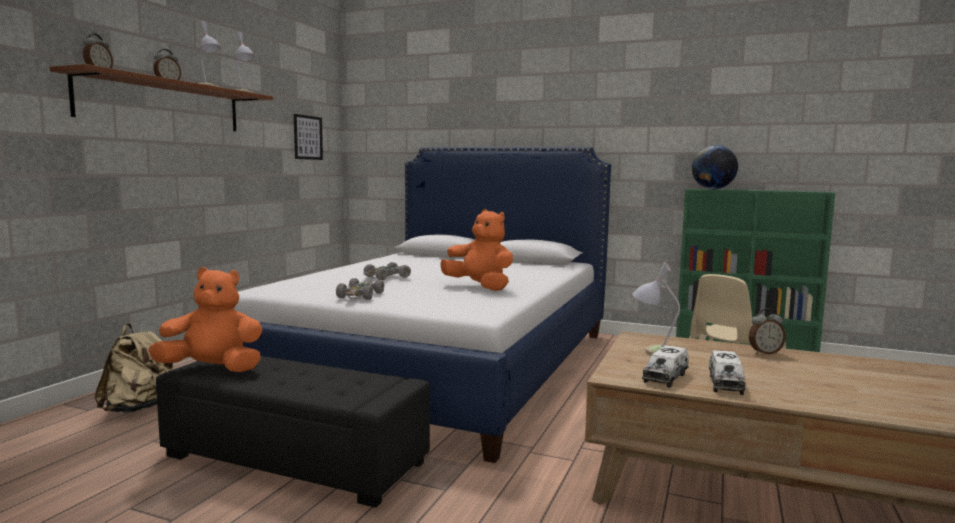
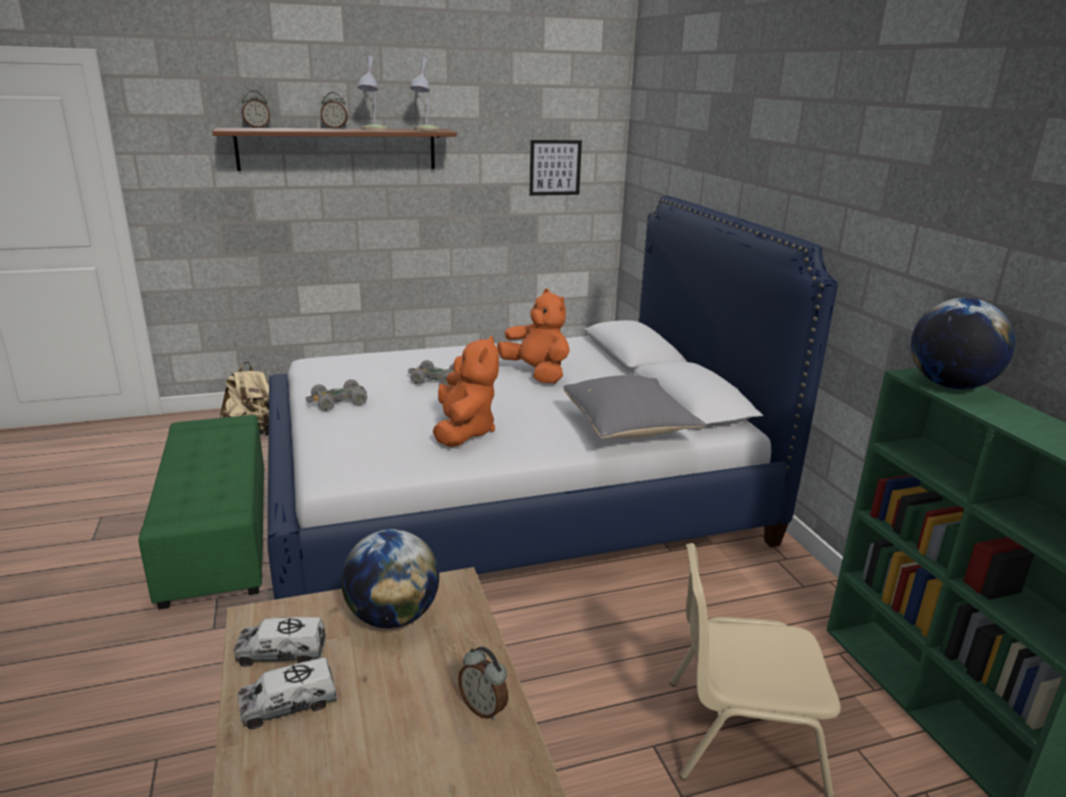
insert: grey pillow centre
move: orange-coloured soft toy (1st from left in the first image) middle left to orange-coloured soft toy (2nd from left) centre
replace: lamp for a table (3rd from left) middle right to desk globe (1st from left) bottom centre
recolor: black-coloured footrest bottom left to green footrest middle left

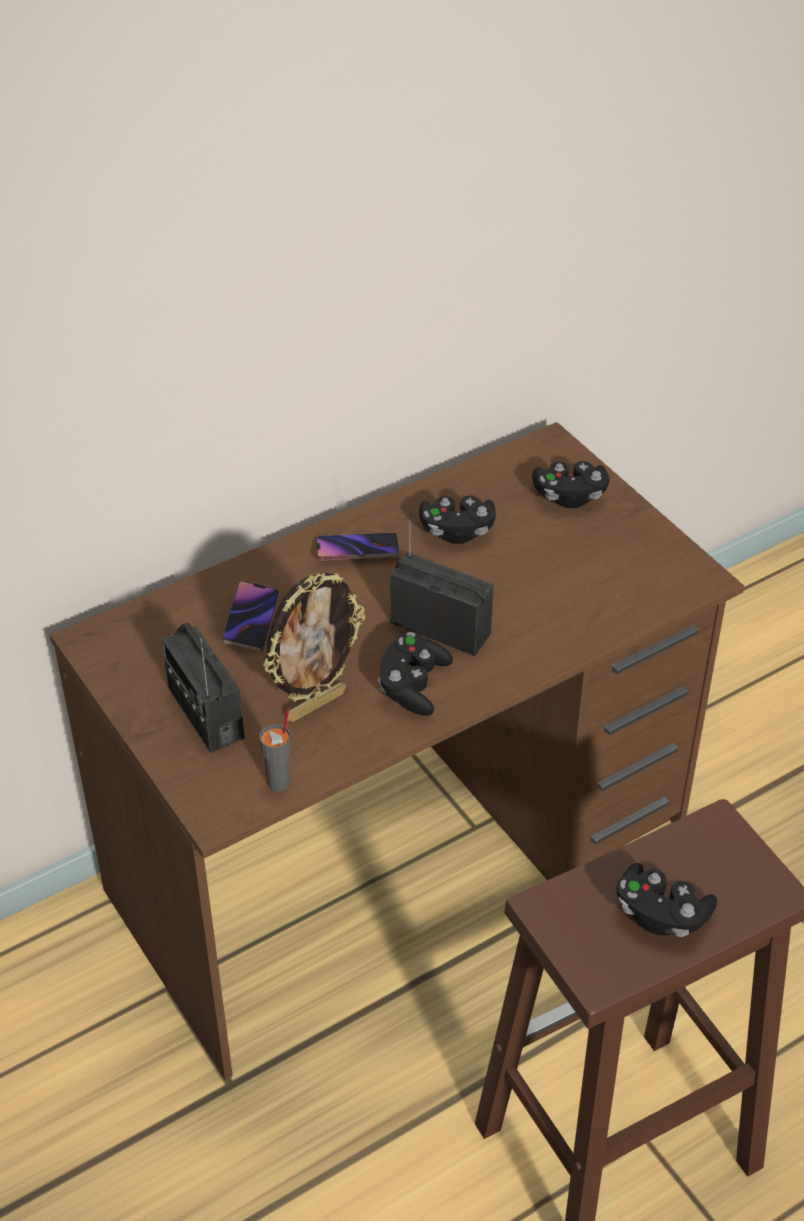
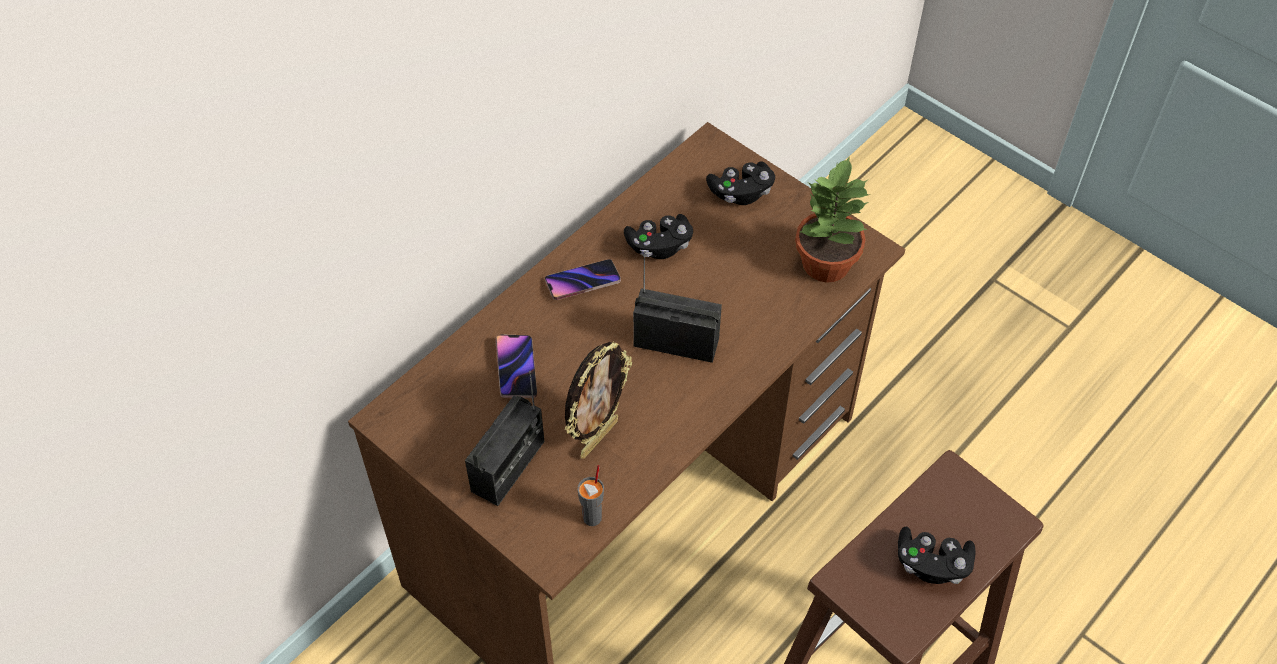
delete: black-coloured gamepad (1st from left) centre
insert: potted plant top centre
rotate: radio (1st from left) middle left = centre 105 degrees counterclockwise

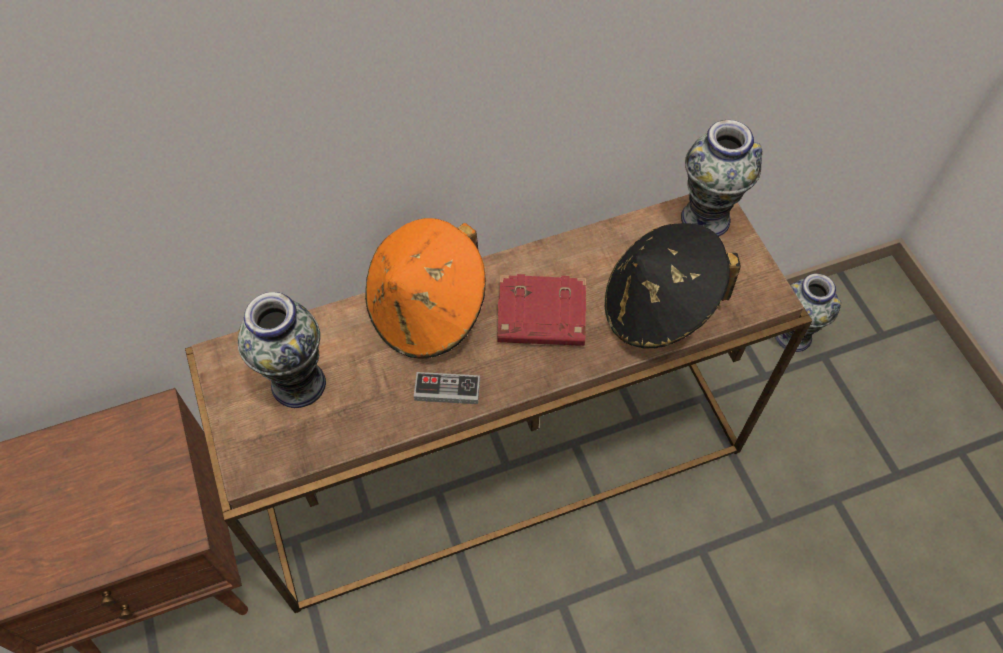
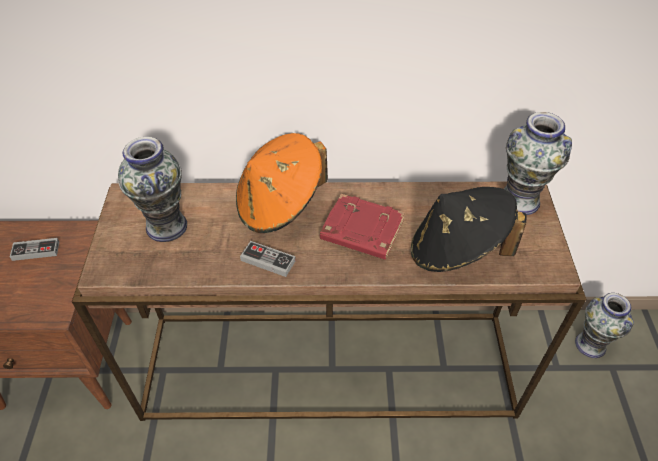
insert: gamepad (1st from left) middle left

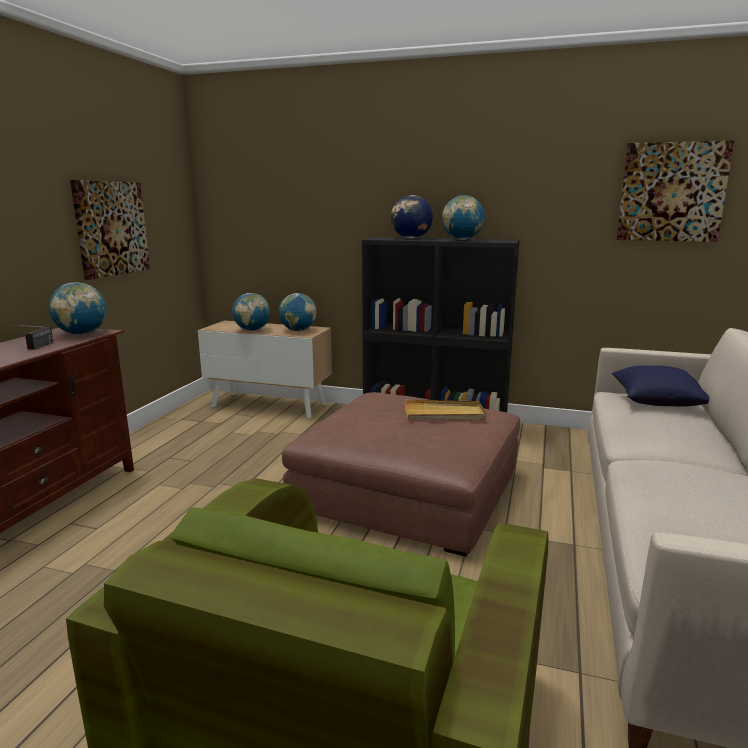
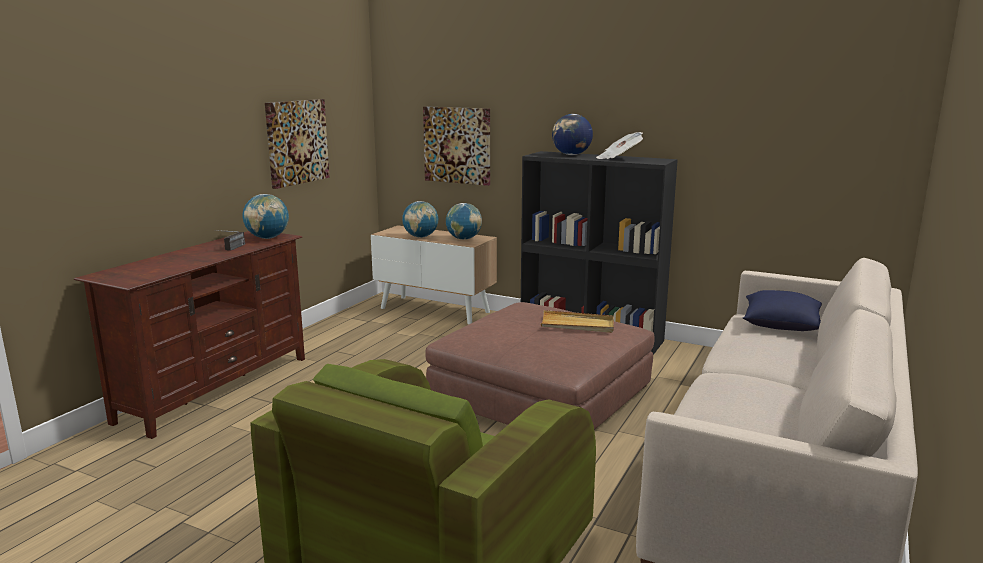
move: wall picture (2nd from left) top right to top centre
replace: desk globe (5th from left) top centre to printed paper top centre

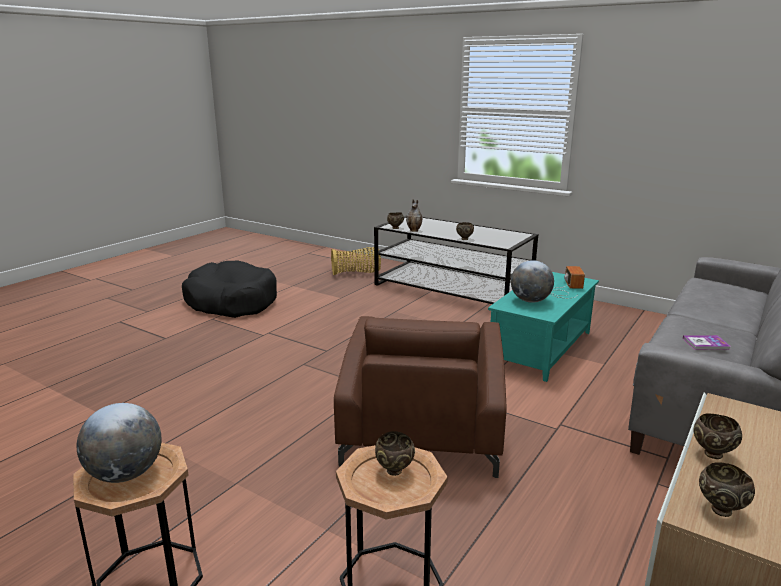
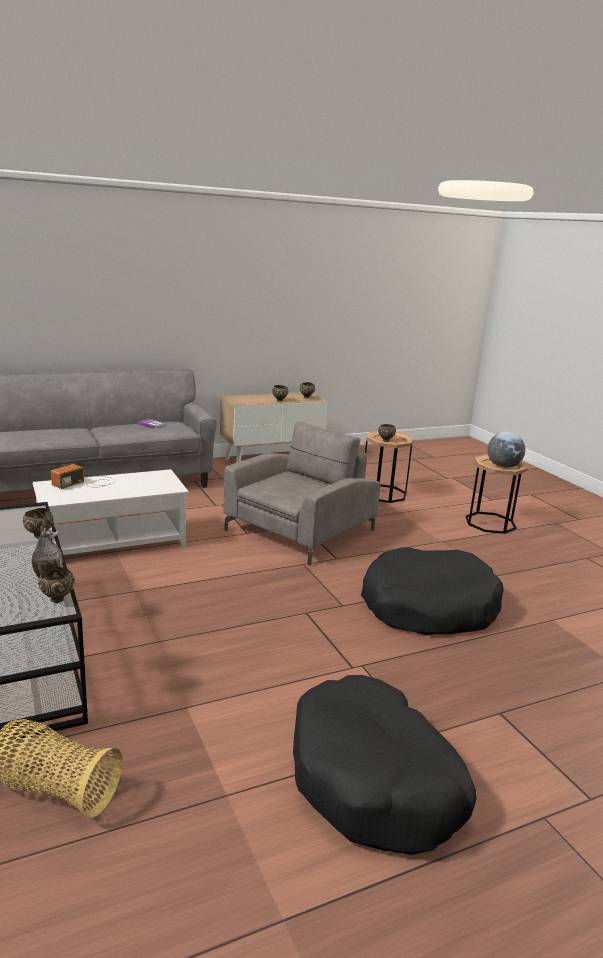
delete: desk globe (2nd from left) middle right
insert: black-coloured dog cushion (2nd from left) middle right
recolor: brown lounge chair bottom centre to grey lounge chair centre; blue-green lounge table middle right to white lounge table middle left

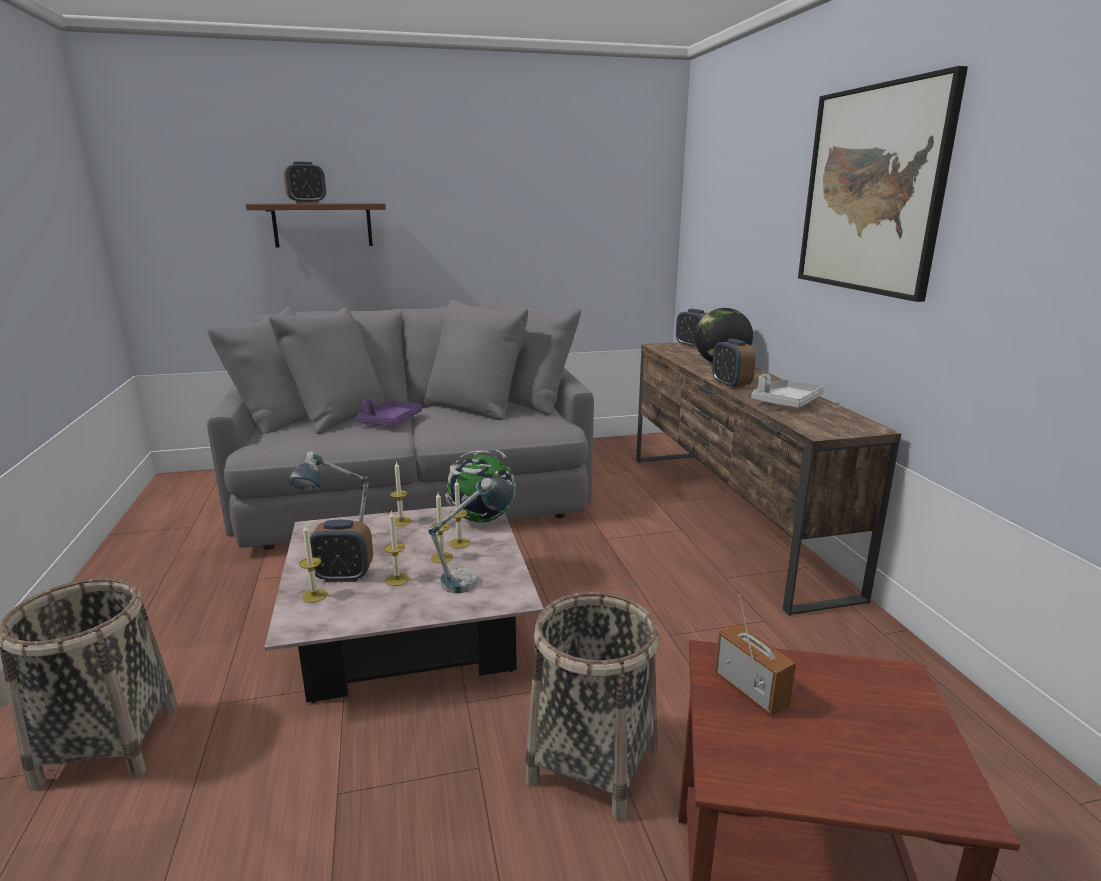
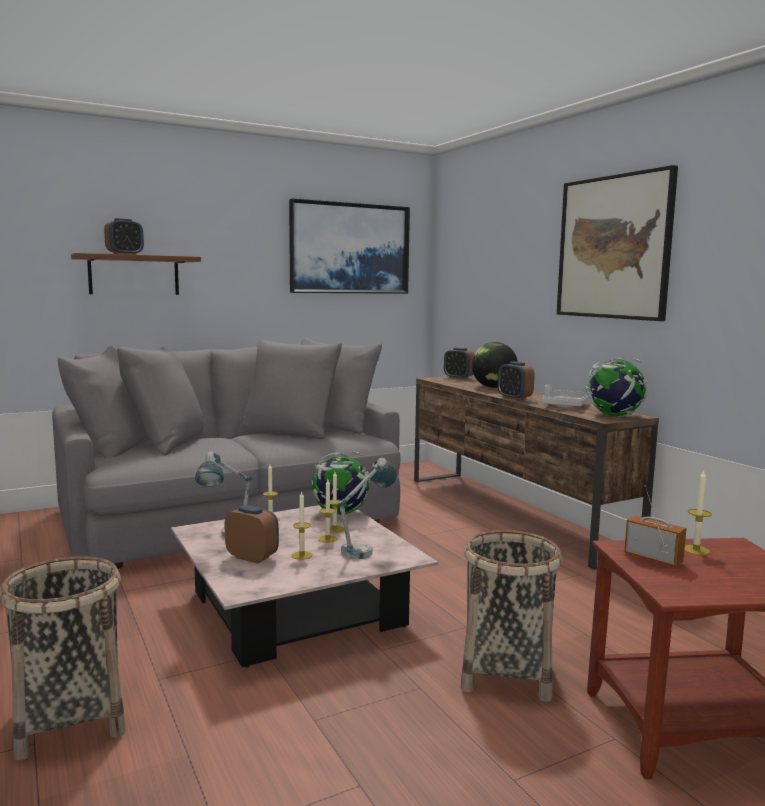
delete: purple-coloured carrying tray centre
insert: wall picture (1st from left) top centre; desk globe (3rd from left) middle right
move: candle (1st from left in the first image) middle left to candle (5th from left) middle right
rotate: alarm clock (2nd from left) middle left = middle left 135 degrees counterclockwise

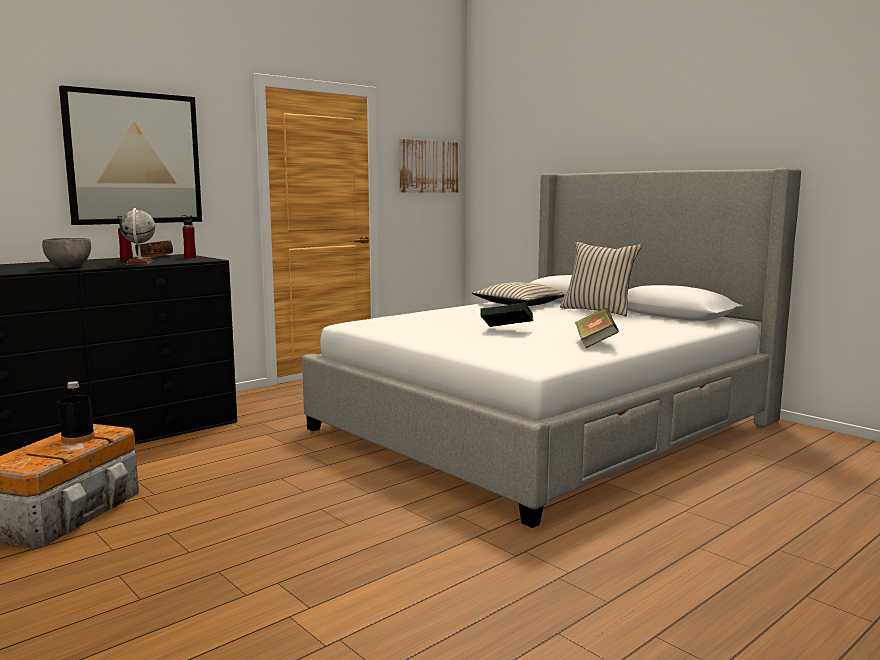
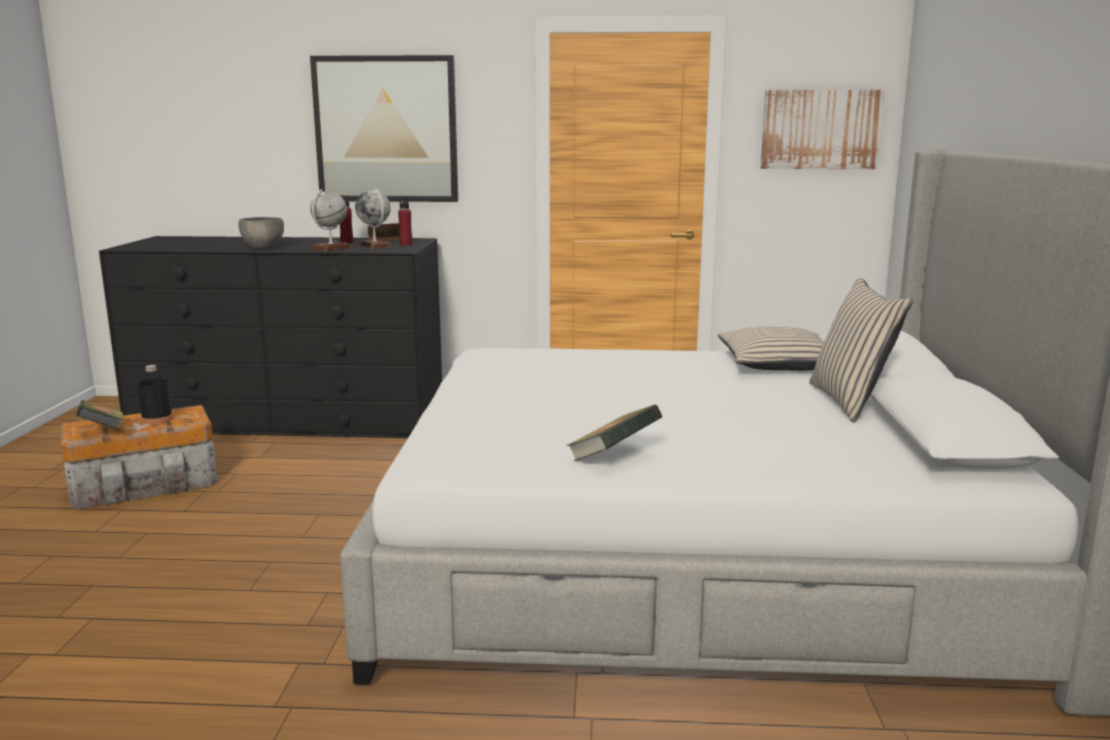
insert: desk globe (2nd from left) top centre
move: volume (1st from left) centre to middle left

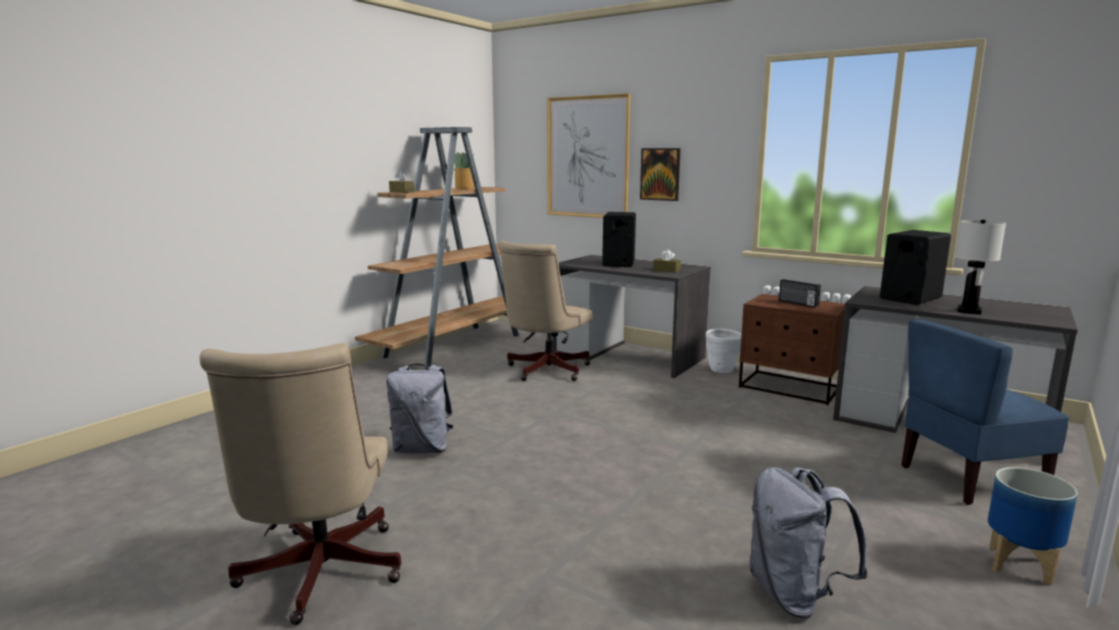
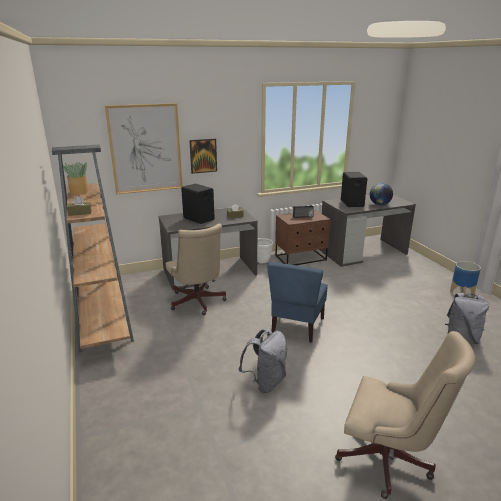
move: bluish chair middle right to centre
replace: white lamp for a table middle right to desk globe middle right

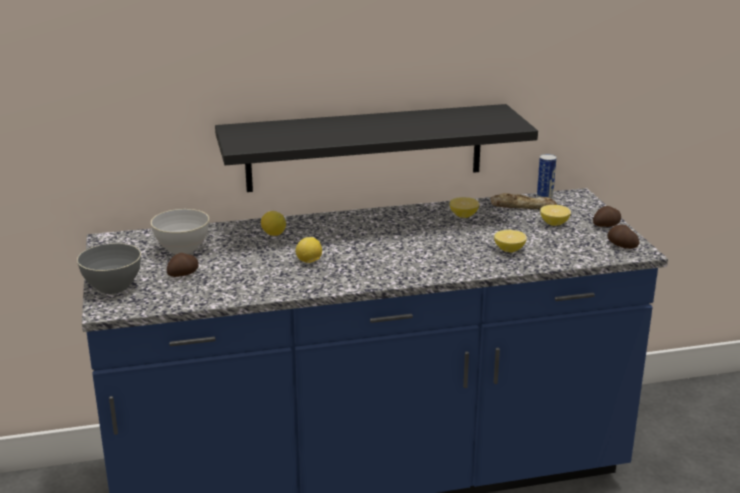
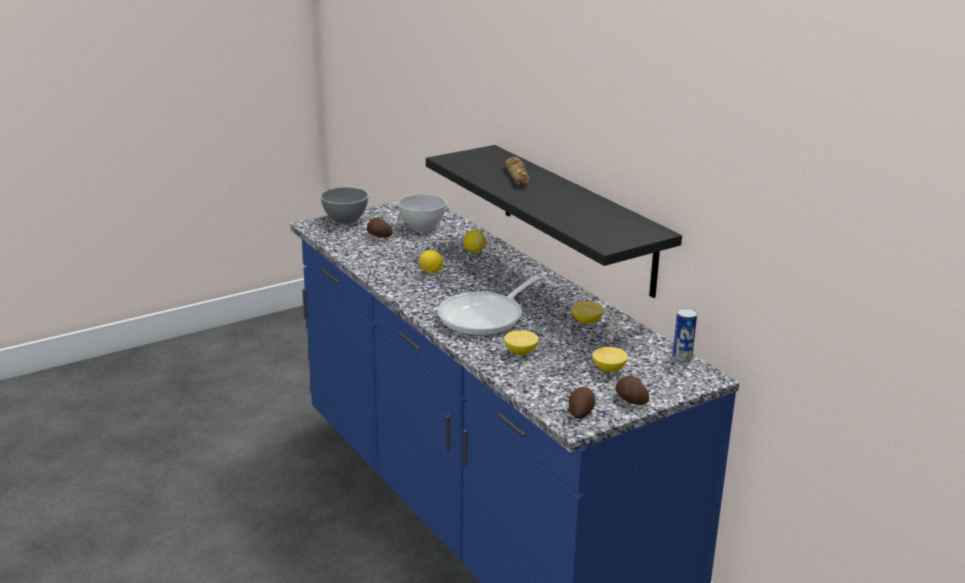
insert: pan centre
move: baked bread middle right to top centre

